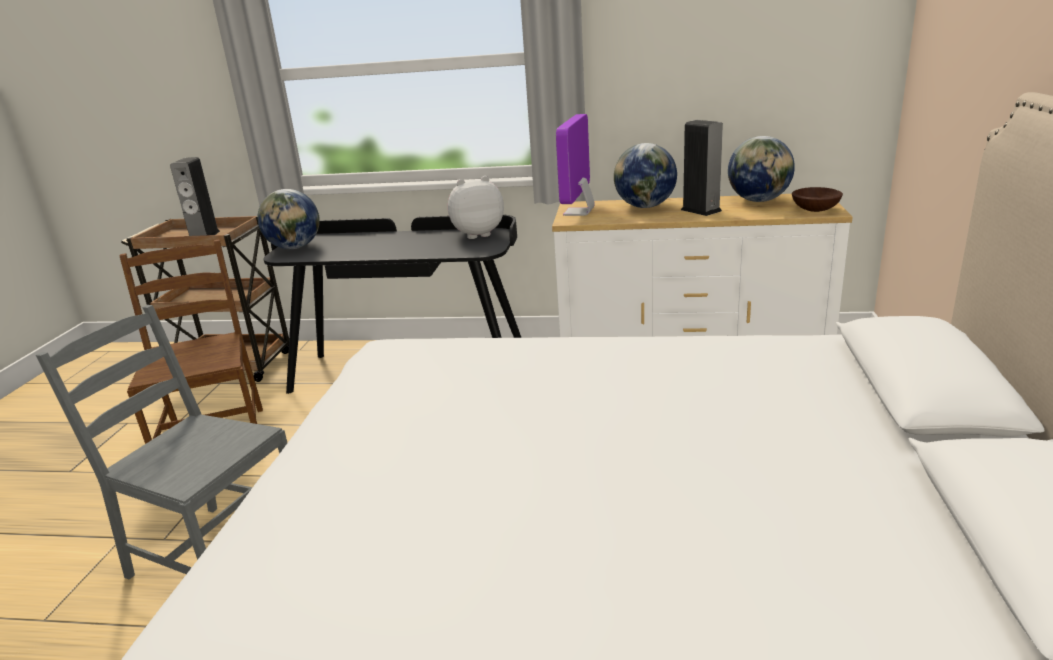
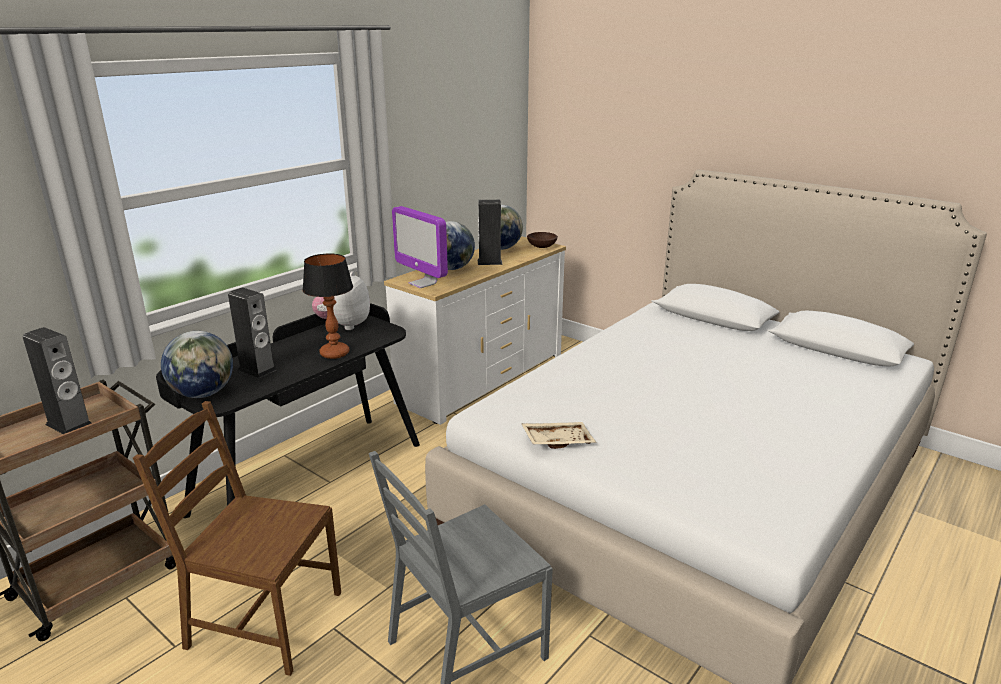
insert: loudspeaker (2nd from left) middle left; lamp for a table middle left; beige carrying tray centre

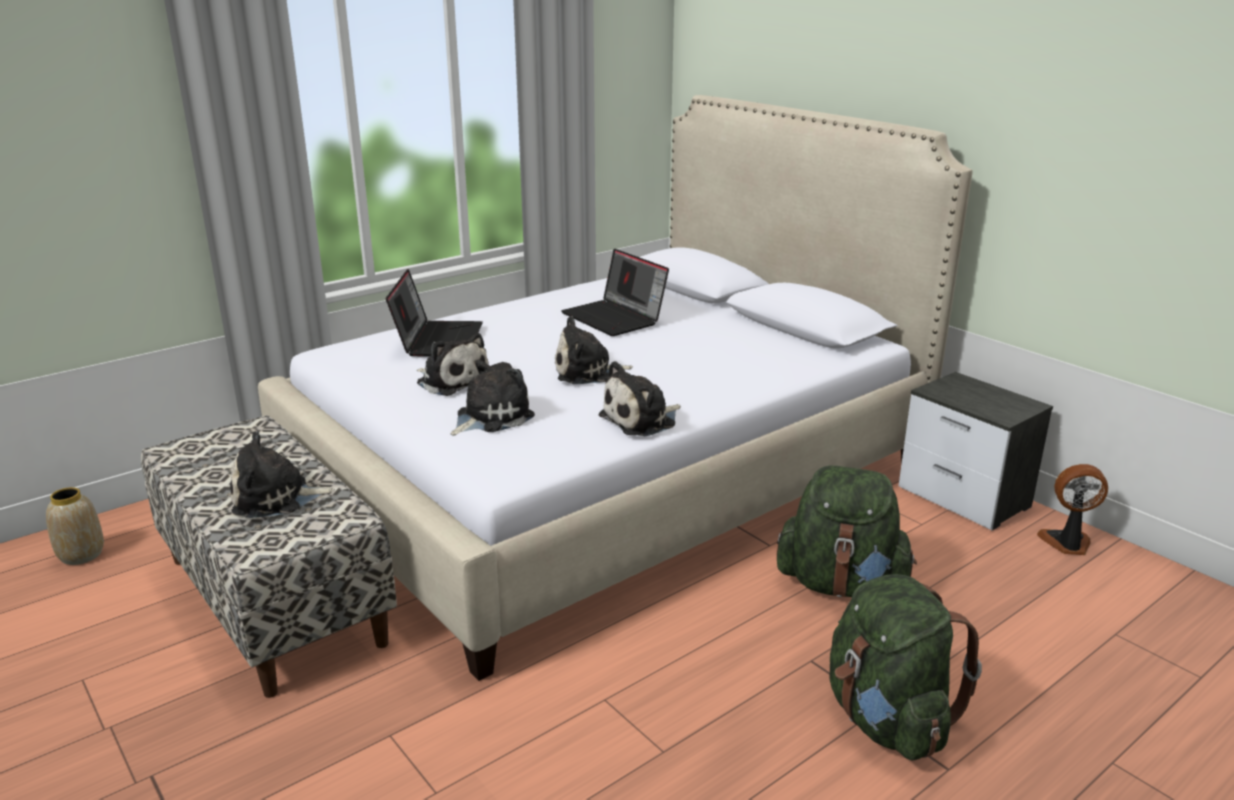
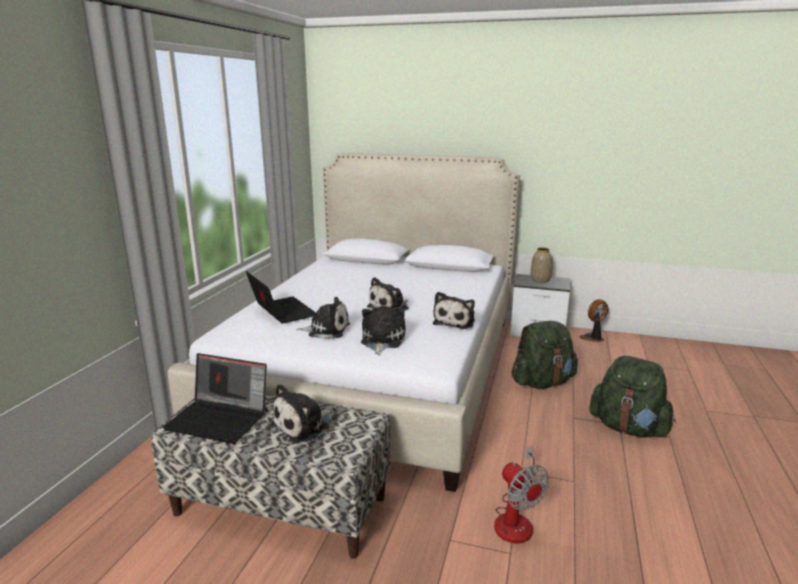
insert: electric fan (1st from left) bottom centre
move: vase middle left to middle right; laptop (2nd from left in the first image) centre to laptop (1st from left) bottom left

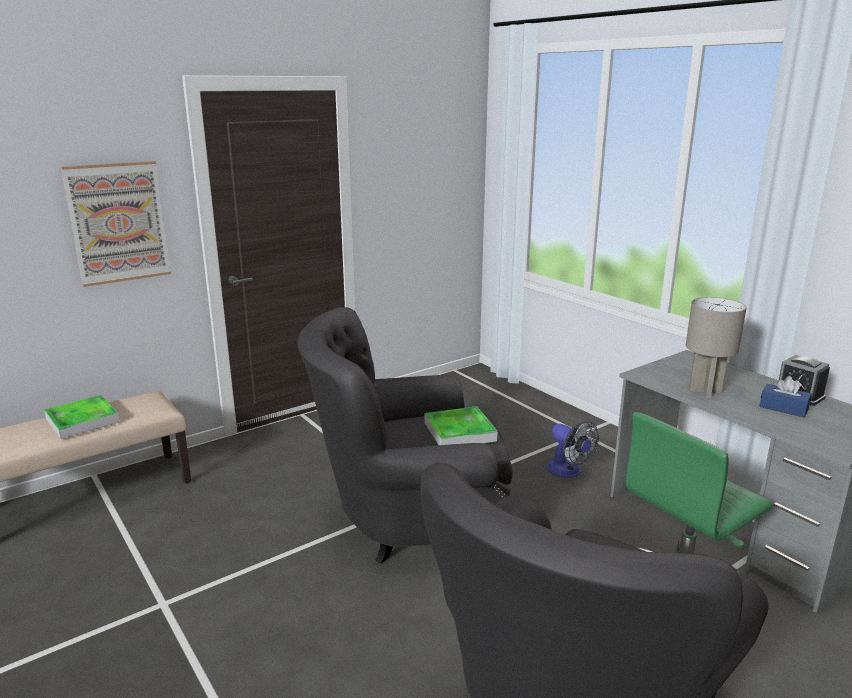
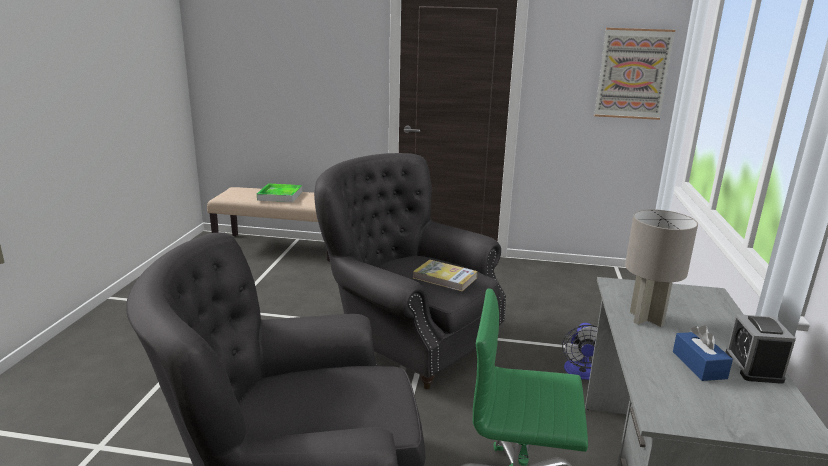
move: wall picture top left to top right
replace: carrying tray (2nd from left) centre to volume centre

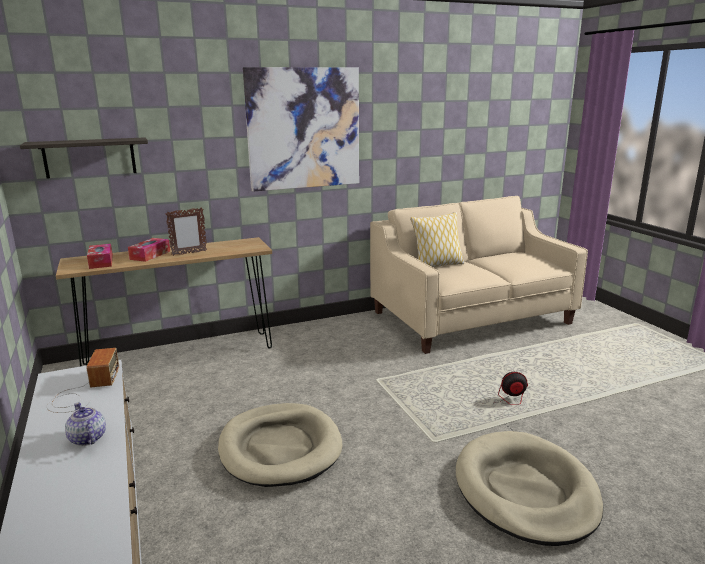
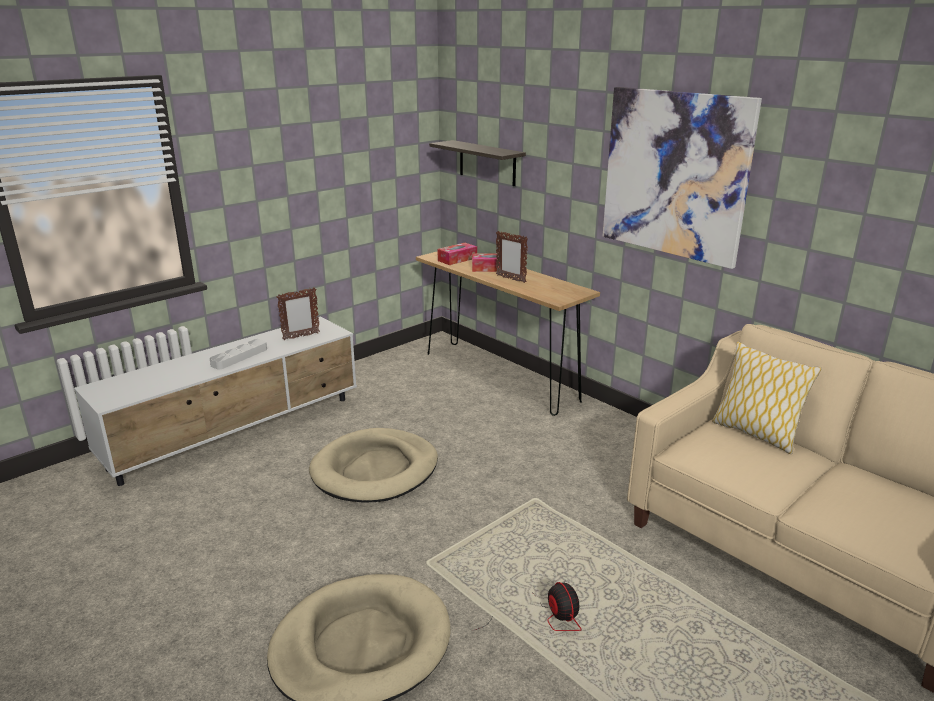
replace: radio bottom left to picture frame (1st from left) middle left; teapot bottom left to grey carrying tray middle left

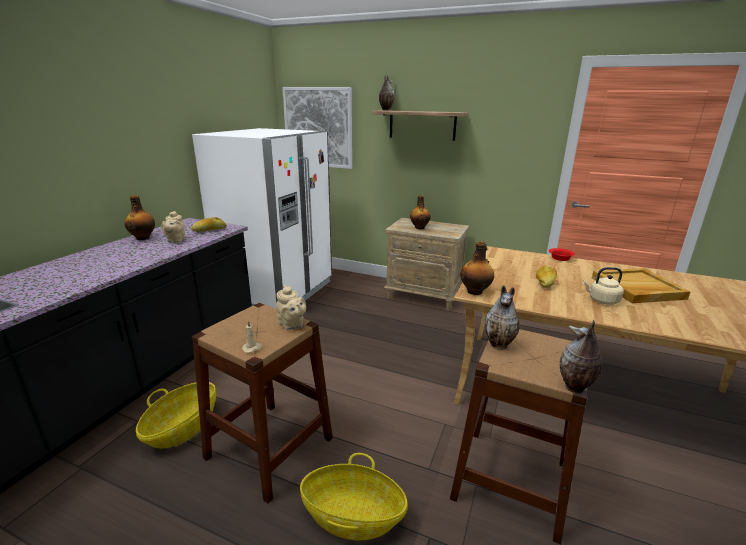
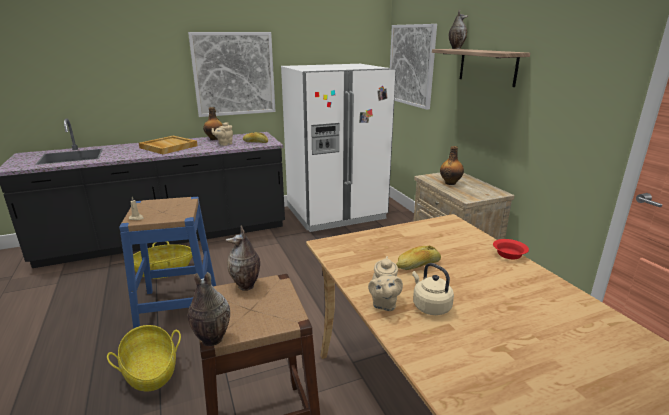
delete: drink bottle (3rd from left) centre
insert: wall picture (1st from left) top centre
move: beige teapot (2nd from left) centre to bottom centre; beige carrying tray middle right to middle left
recolor: brown stool seat (1st from left) bottom centre to bluish stool seat middle left

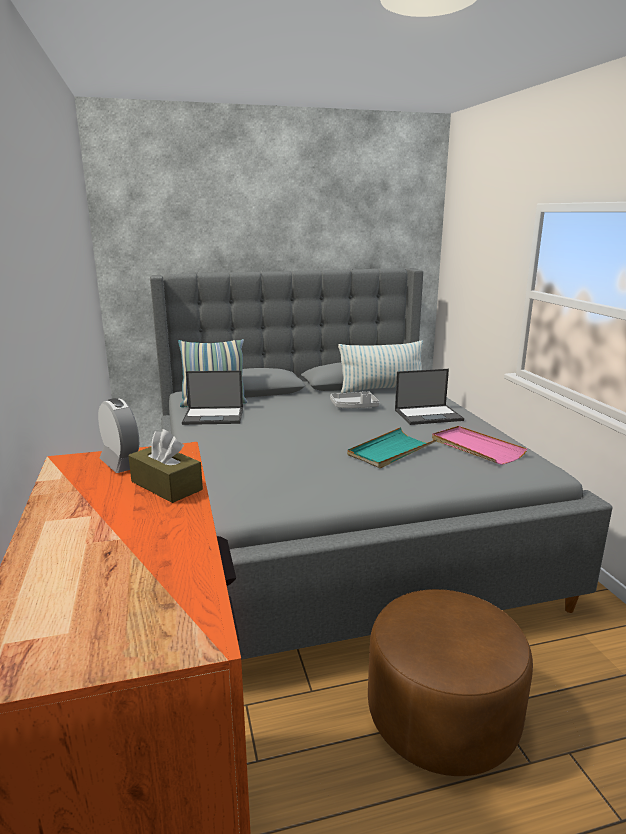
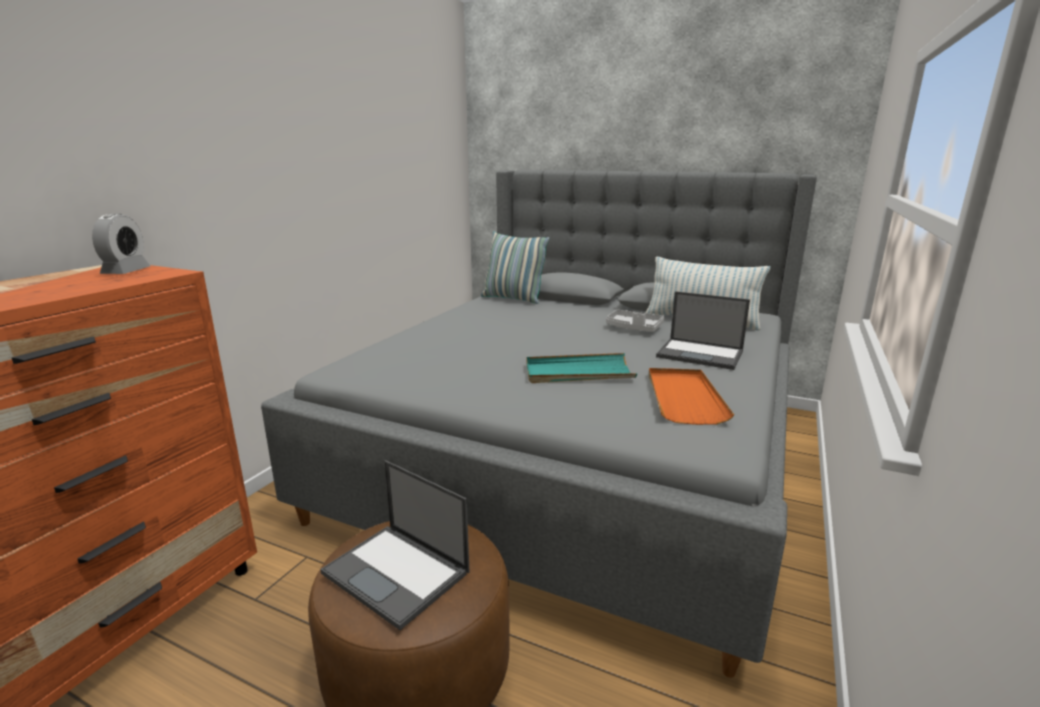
delete: brown tissue box middle left
move: laptop (1st from left) centre to bottom centre
recolor: pinkish carrying tray middle right to orange-coloured carrying tray centre

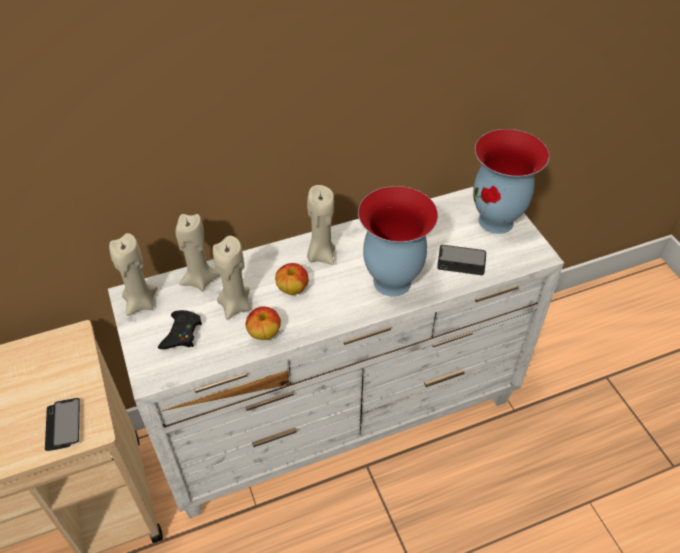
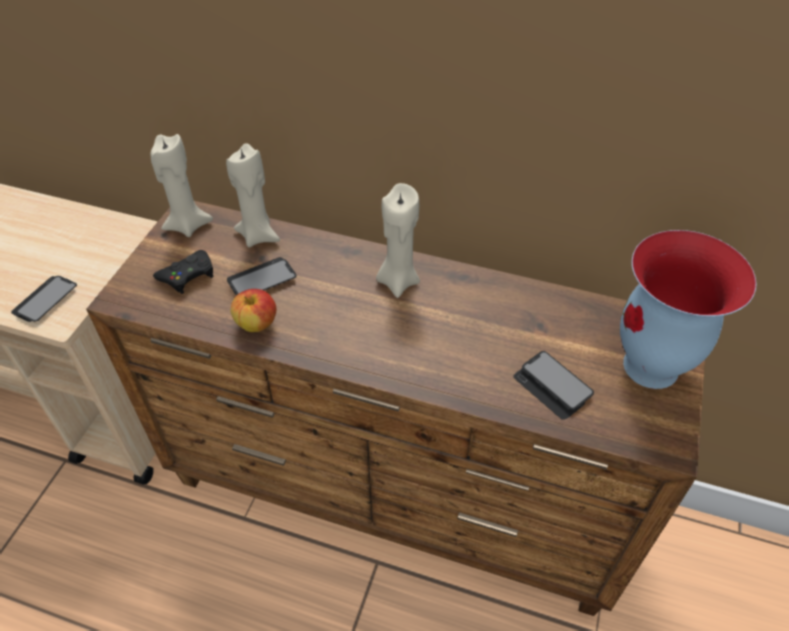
delete: whole apple (2nd from left) centre; vase (1st from left) centre
replace: beige candle (3rd from left) centre to telephone (2nd from left) middle left
recolor: white drawer chest centre to brown drawer chest centre

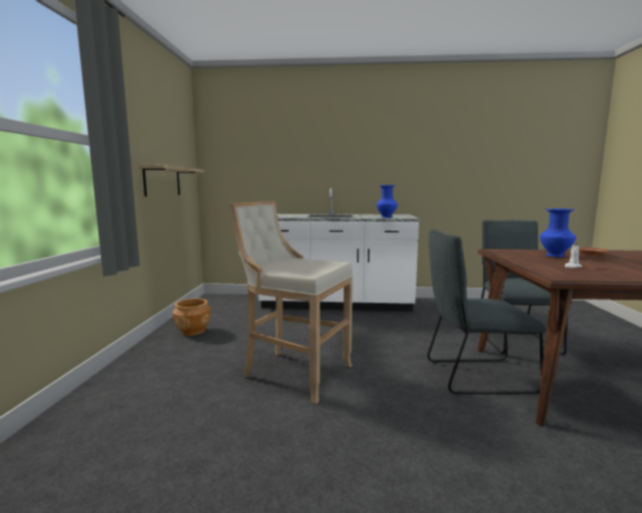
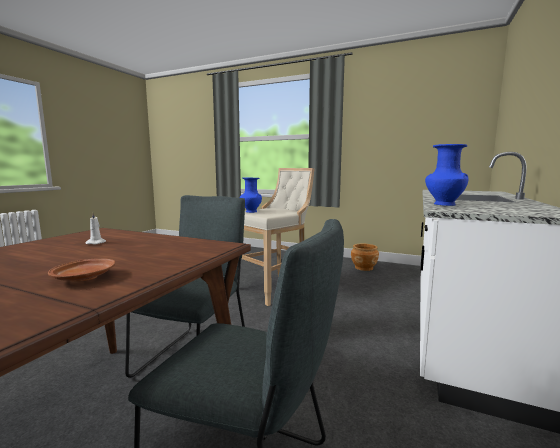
delete: bracket shelf middle left
move: bluish vase (2nd from left in the first image) middle right to bluish vase (1st from left) centre

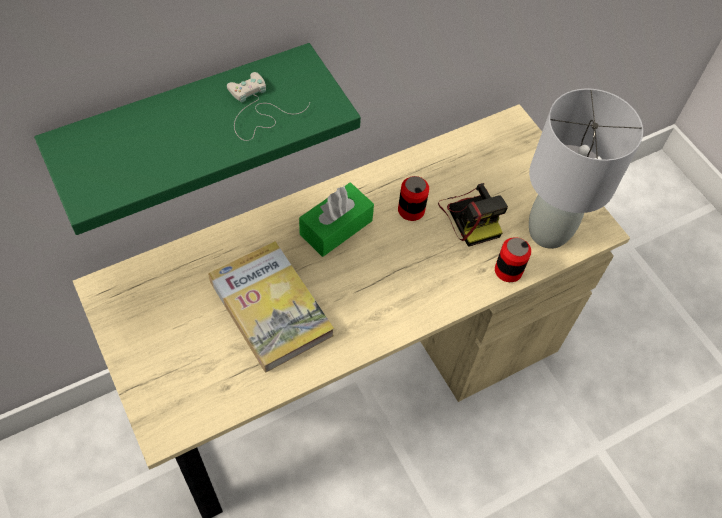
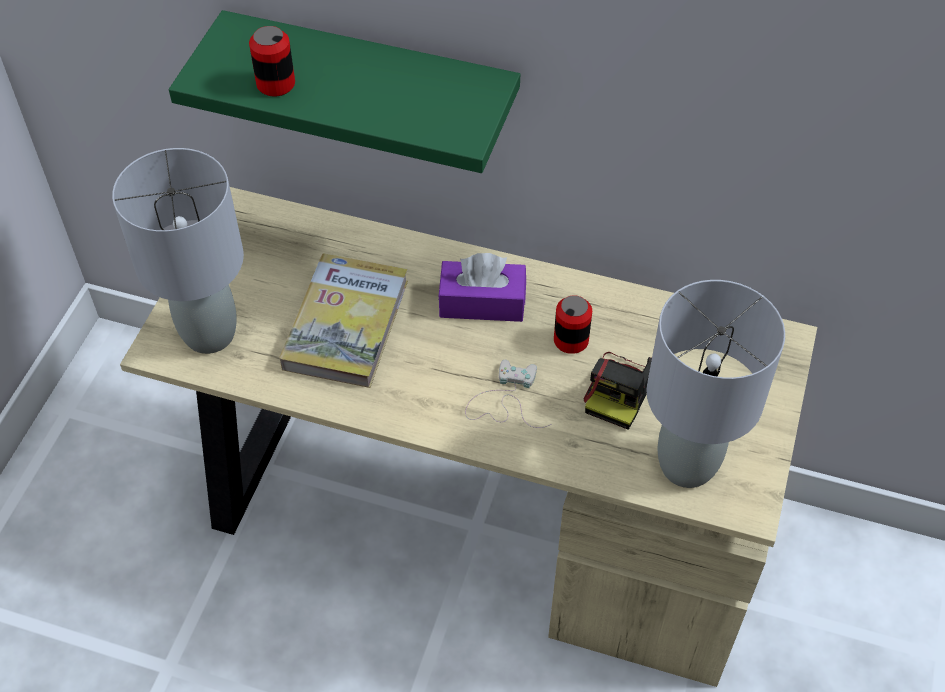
insert: grey lamp for a table (1st from left) middle left
move: white gamepad top centre to centre; metal can (2nd from left in the first image) middle right to metal can (1st from left) top left
recolor: green tissue box centre to purple-coloured tissue box centre

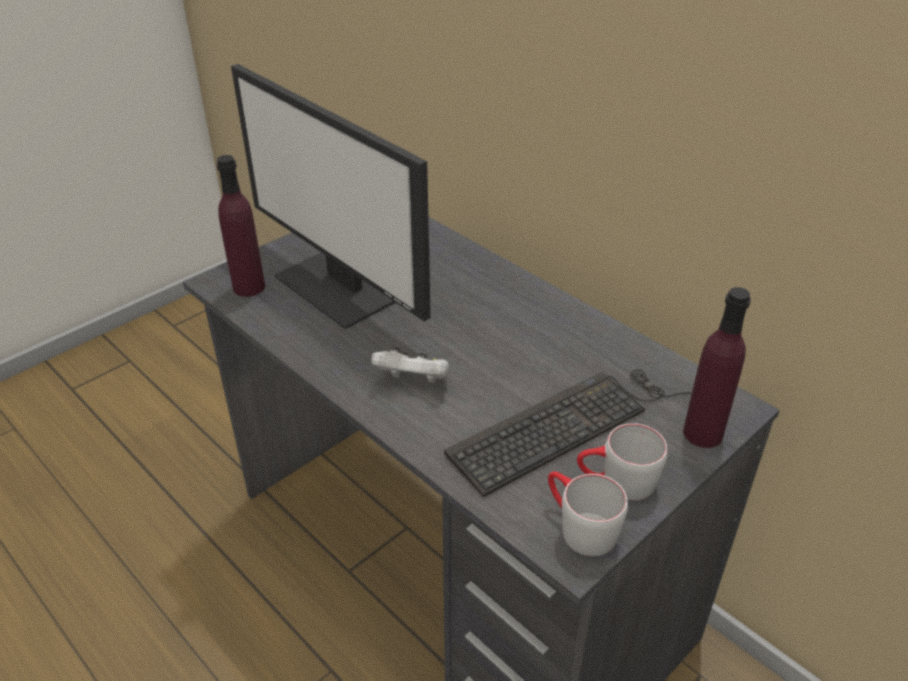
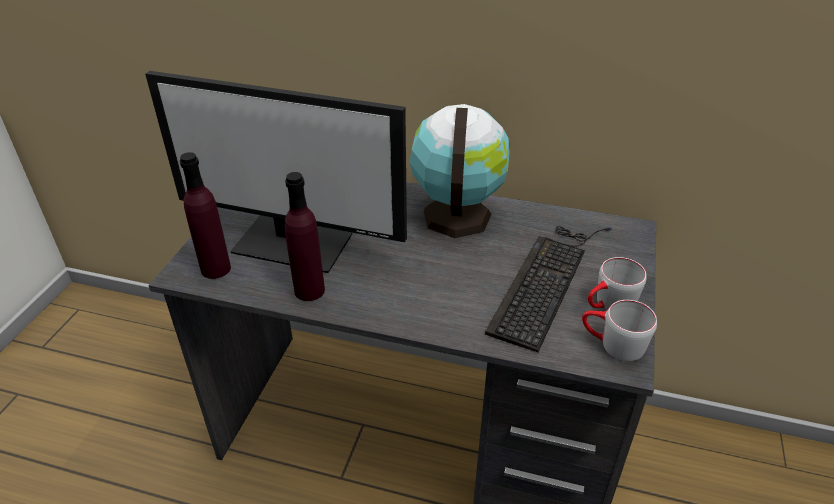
delete: white gamepad centre
insert: desk globe centre
move: purple-coloured drink bottle (2nd from left) middle right to centre

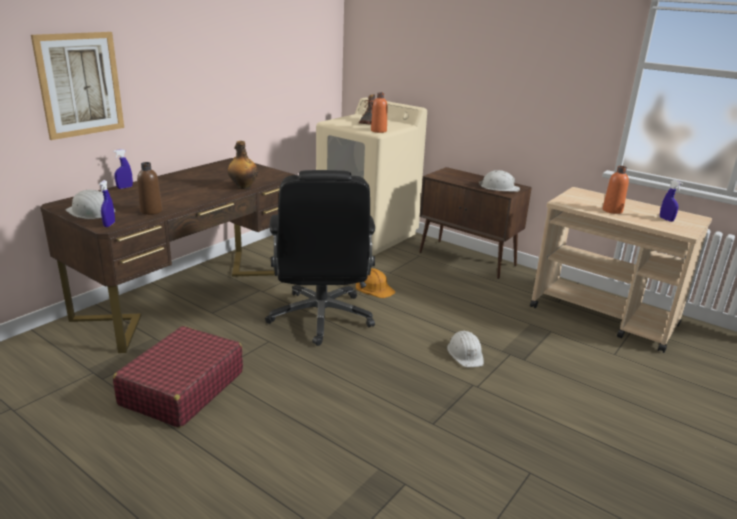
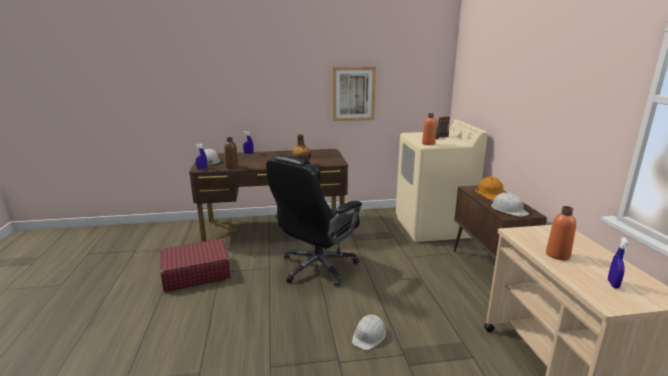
move: wall picture top left to top centre; orange-coloured work helmet centre to middle right

